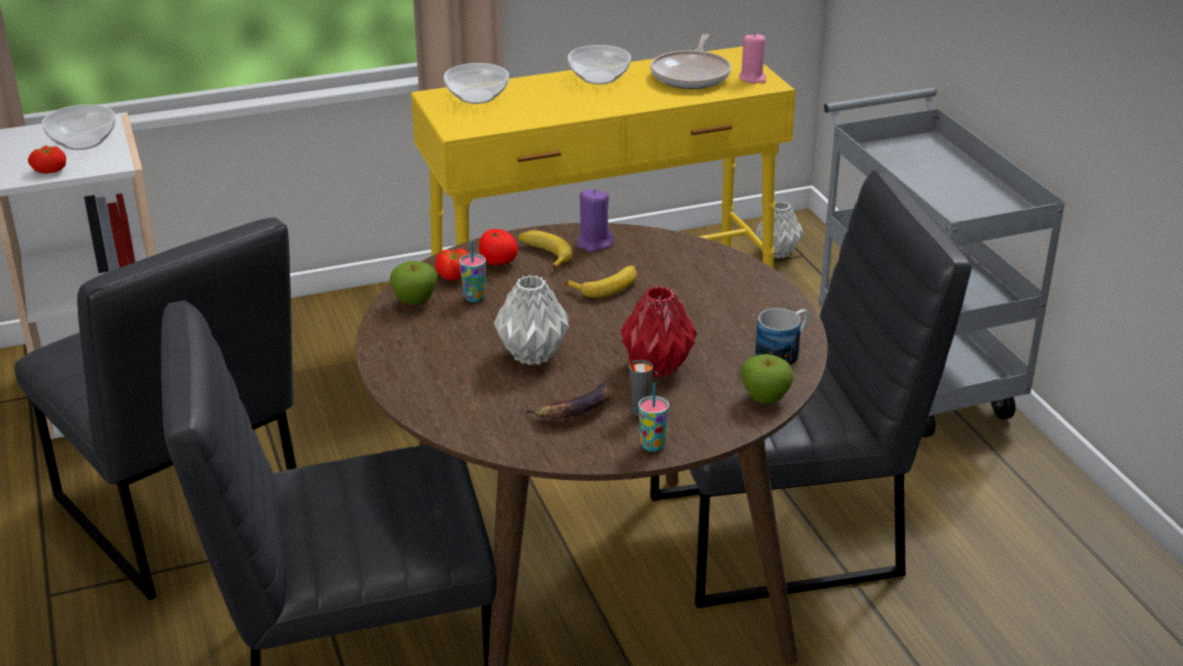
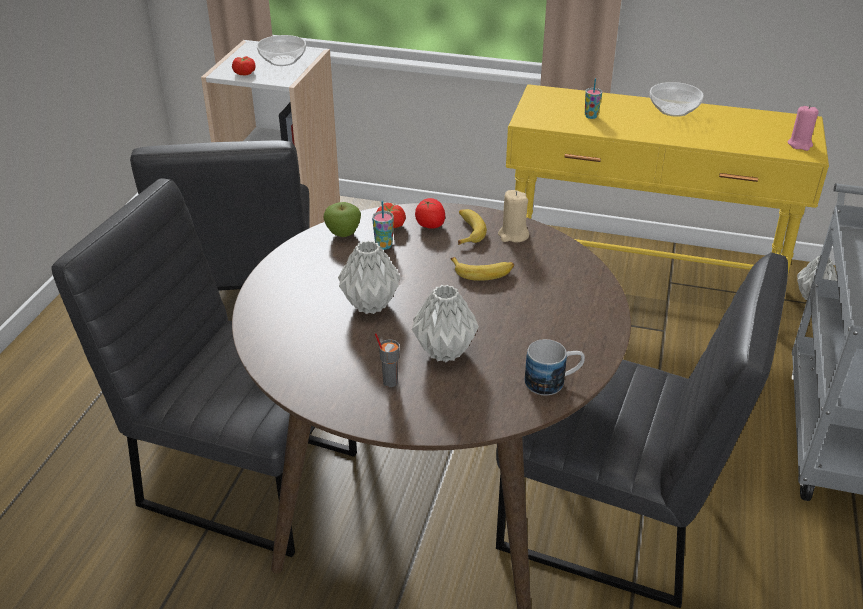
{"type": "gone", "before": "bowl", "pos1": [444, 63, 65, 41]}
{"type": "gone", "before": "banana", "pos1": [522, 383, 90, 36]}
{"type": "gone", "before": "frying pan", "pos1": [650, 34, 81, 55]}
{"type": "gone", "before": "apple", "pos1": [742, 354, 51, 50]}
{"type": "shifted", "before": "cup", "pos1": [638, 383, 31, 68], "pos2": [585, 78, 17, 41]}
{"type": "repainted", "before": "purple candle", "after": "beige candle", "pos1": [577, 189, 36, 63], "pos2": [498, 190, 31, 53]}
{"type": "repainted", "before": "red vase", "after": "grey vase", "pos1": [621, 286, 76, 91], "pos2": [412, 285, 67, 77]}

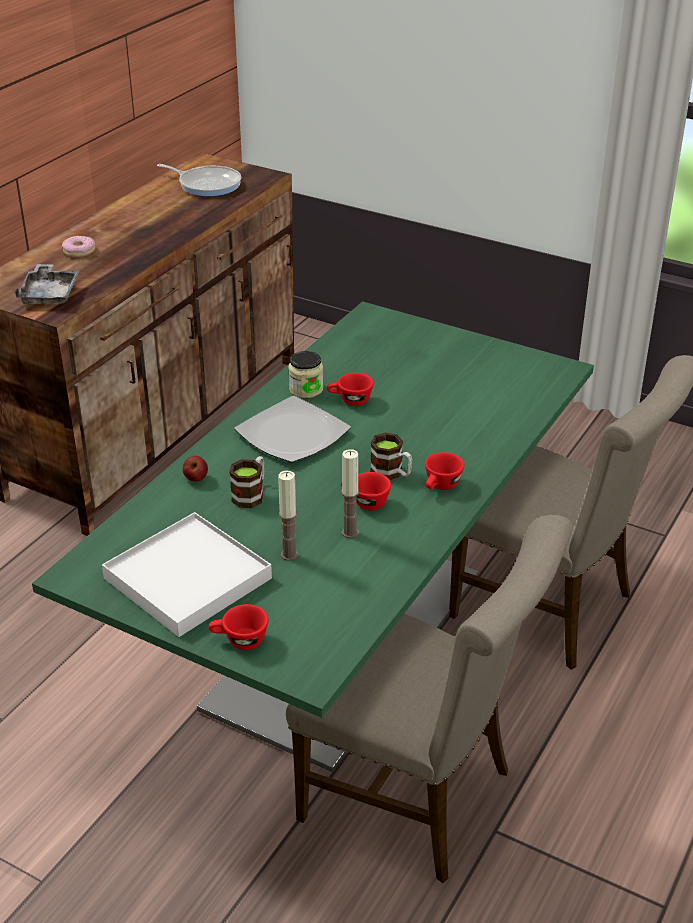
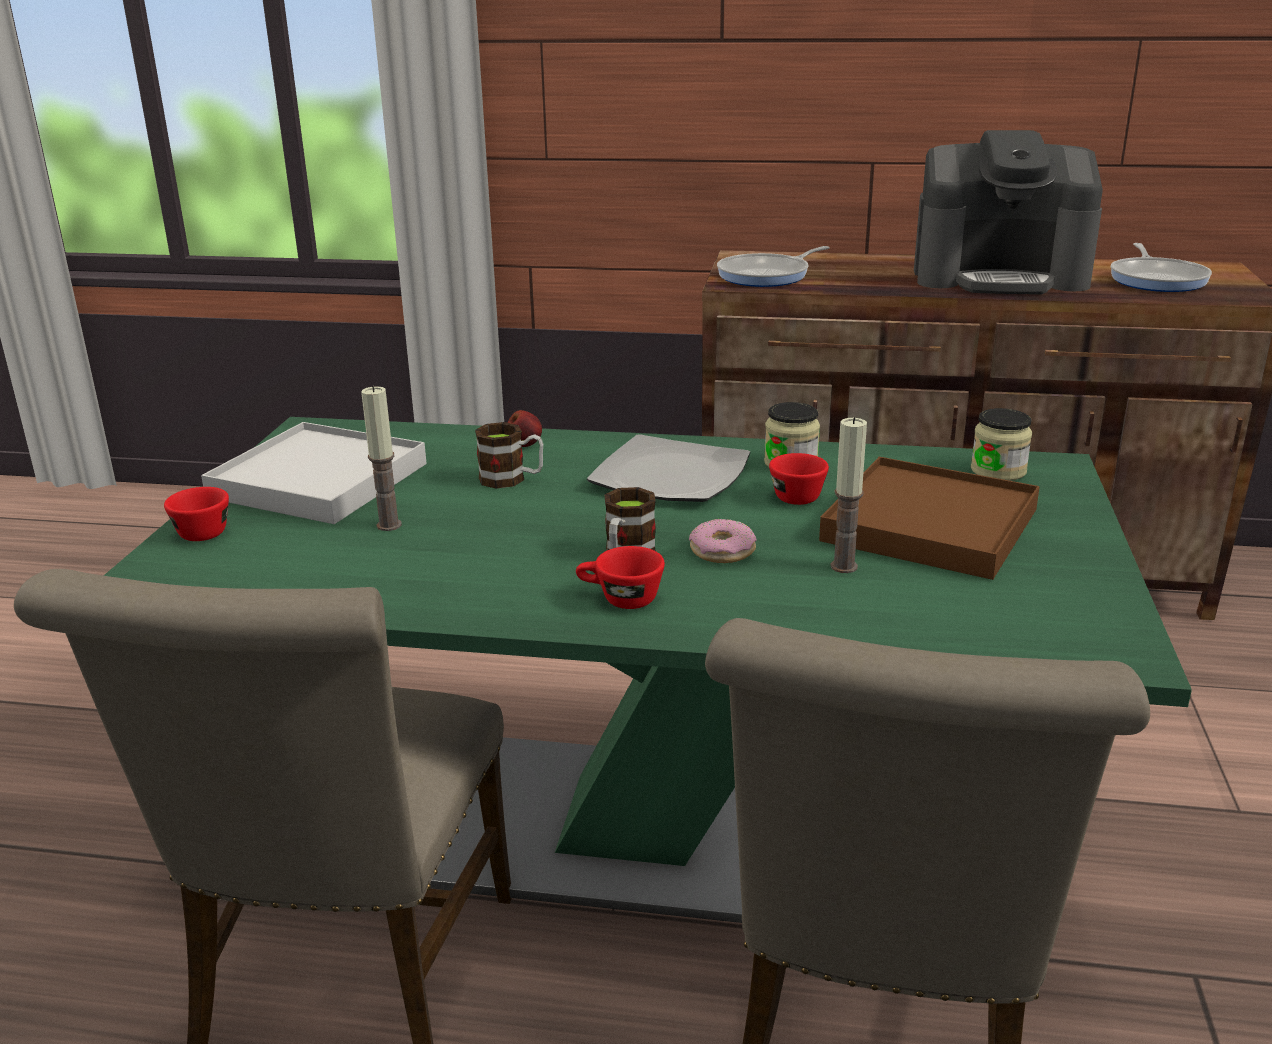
{"type": "gone", "before": "red cup", "pos1": [341, 472, 50, 39]}
{"type": "new", "after": "brown tray", "pos2": [819, 457, 221, 123]}
{"type": "new", "after": "coffee machine", "pos2": [914, 130, 189, 164]}
{"type": "new", "after": "jar", "pos2": [971, 408, 61, 73]}
{"type": "shifted", "before": "donut", "pos1": [62, 236, 33, 21], "pos2": [689, 519, 68, 44]}
{"type": "shifted", "before": "candle", "pos1": [341, 449, 18, 89], "pos2": [831, 417, 36, 156]}
{"type": "swapped", "before": "grey tray", "after": "frying pan", "pos1": [15, 264, 64, 42], "pos2": [717, 246, 113, 41]}

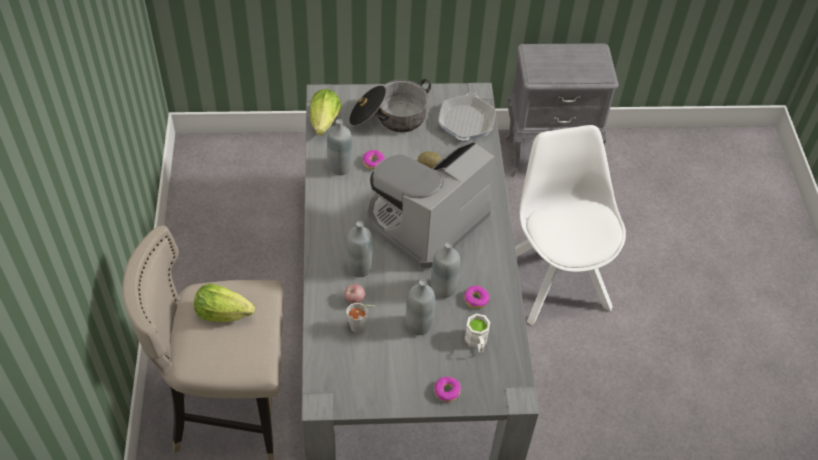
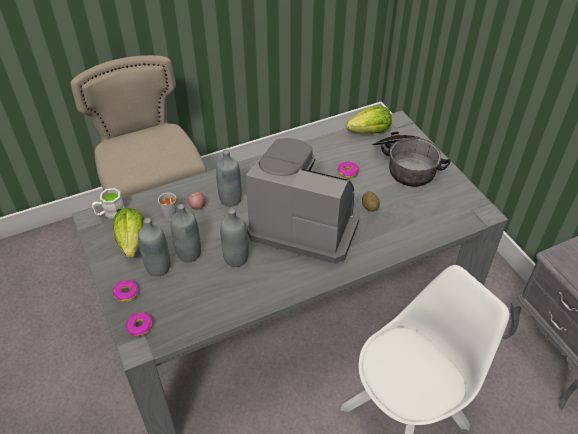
{"type": "gone", "before": "frying pan", "pos1": [438, 92, 58, 49]}
{"type": "shifted", "before": "lettuce", "pos1": [194, 283, 61, 39], "pos2": [113, 208, 32, 50]}
{"type": "shifted", "before": "grey bottle", "pos1": [327, 119, 26, 56], "pos2": [138, 218, 32, 58]}
{"type": "shifted", "before": "donut", "pos1": [464, 286, 26, 23], "pos2": [126, 313, 26, 24]}
{"type": "shifted", "before": "white mug", "pos1": [464, 313, 26, 40], "pos2": [92, 188, 33, 31]}

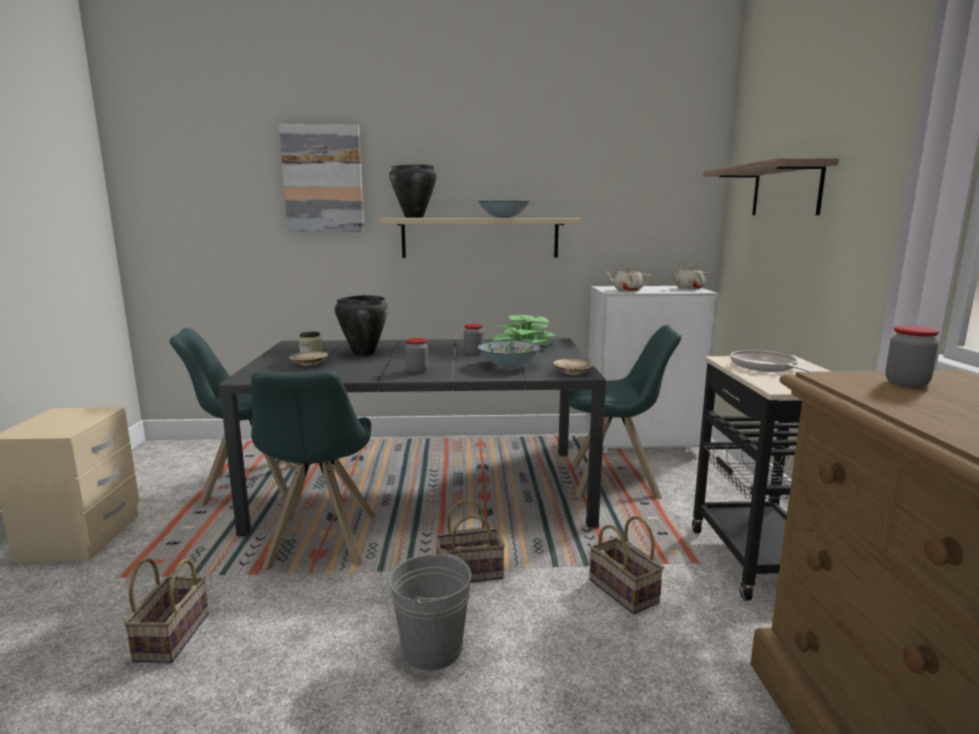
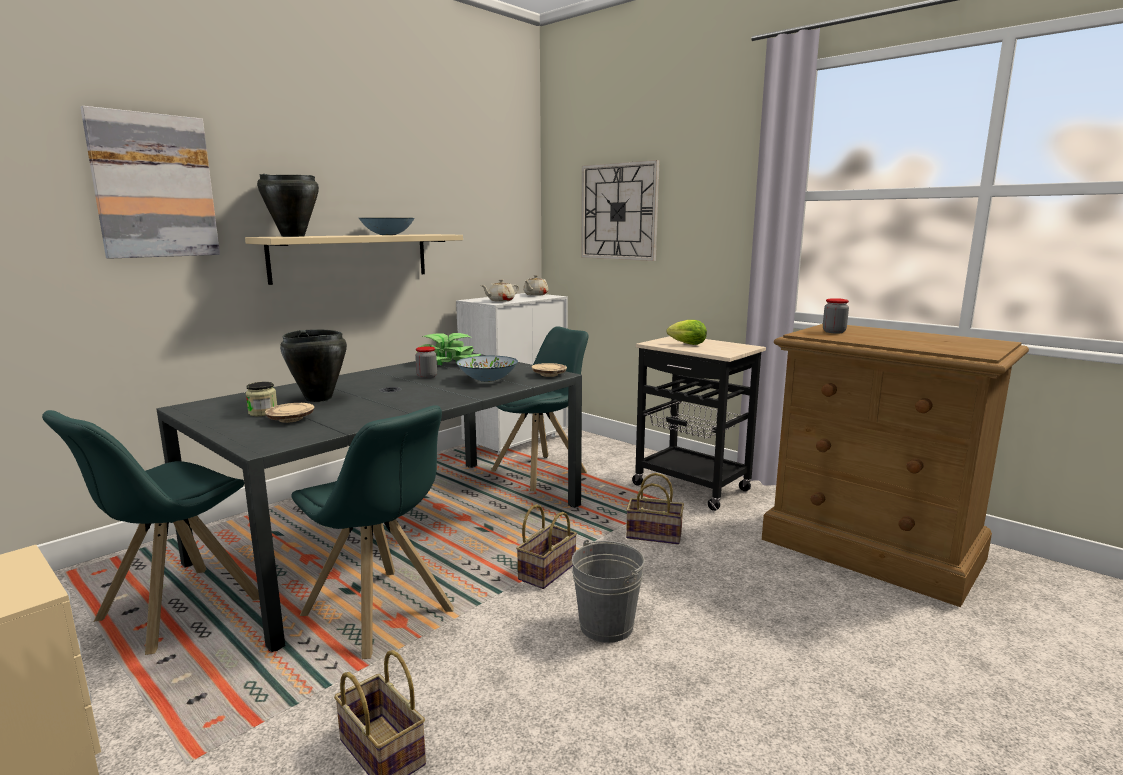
{"type": "gone", "before": "jar", "pos1": [405, 338, 23, 35]}
{"type": "swapped", "before": "shelf", "after": "wall clock", "pos1": [703, 158, 136, 57], "pos2": [581, 160, 79, 101]}
{"type": "swapped", "before": "frying pan", "after": "lettuce", "pos1": [730, 350, 87, 22], "pos2": [667, 320, 40, 25]}

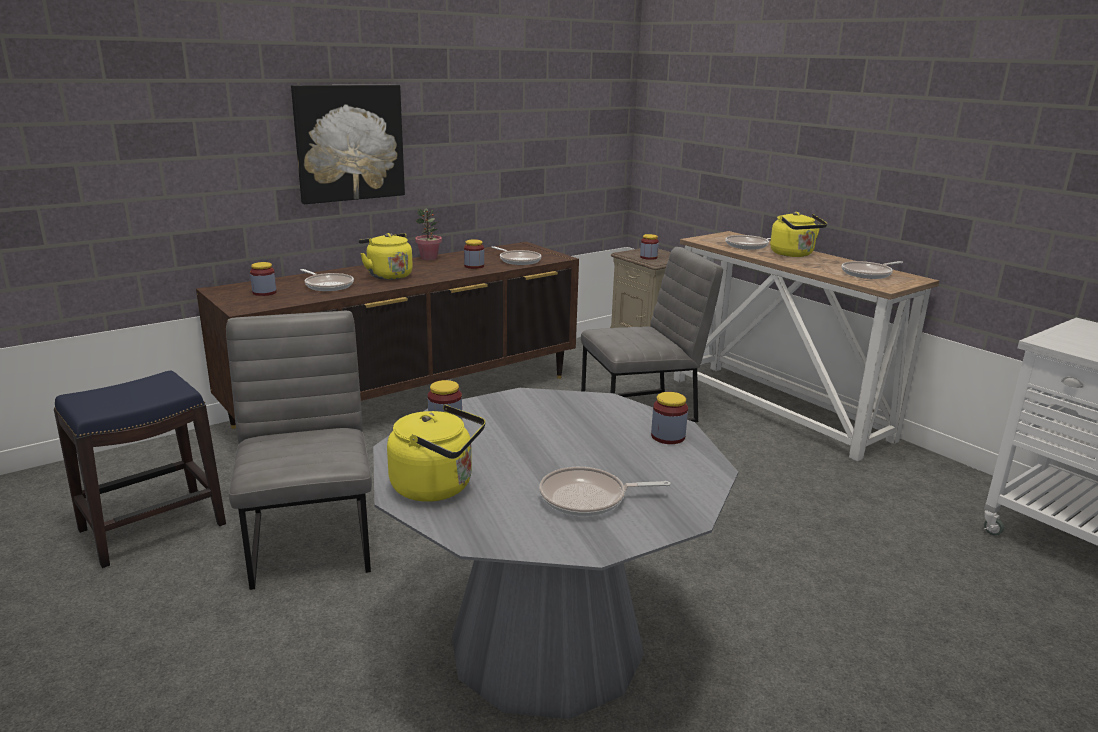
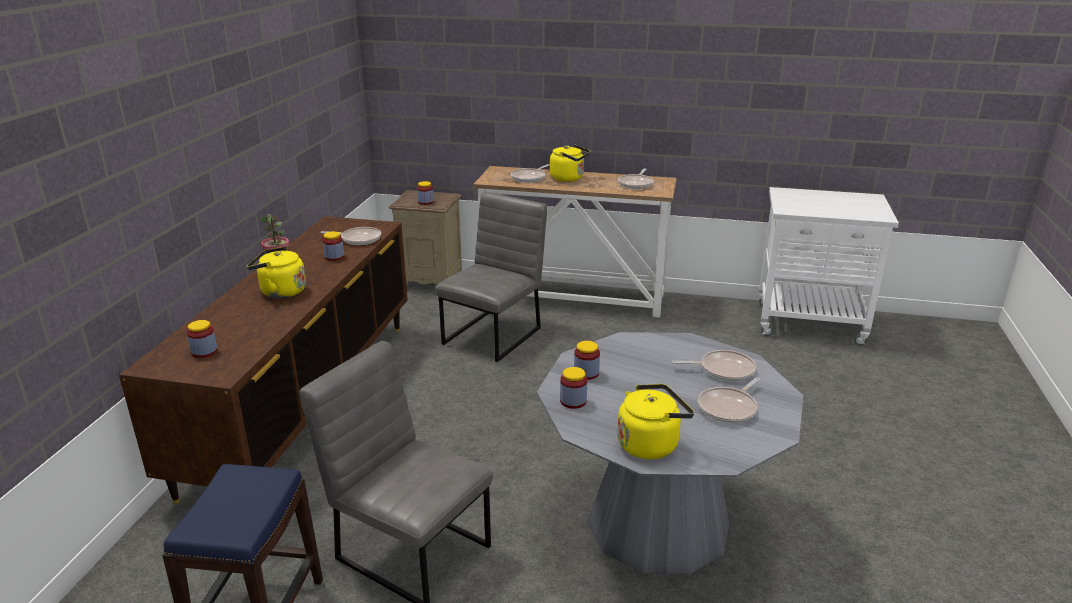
{"type": "gone", "before": "picture", "pos1": [291, 85, 114, 119]}
{"type": "shifted", "before": "frying pan", "pos1": [300, 269, 54, 22], "pos2": [672, 350, 84, 31]}
{"type": "shifted", "before": "jar", "pos1": [651, 392, 37, 52], "pos2": [574, 341, 26, 39]}

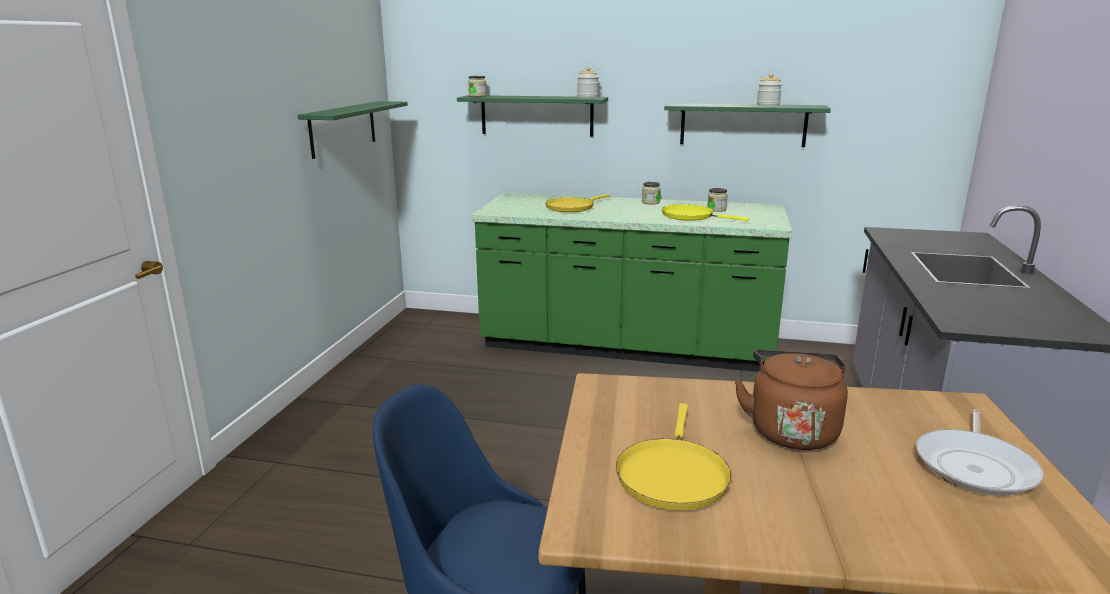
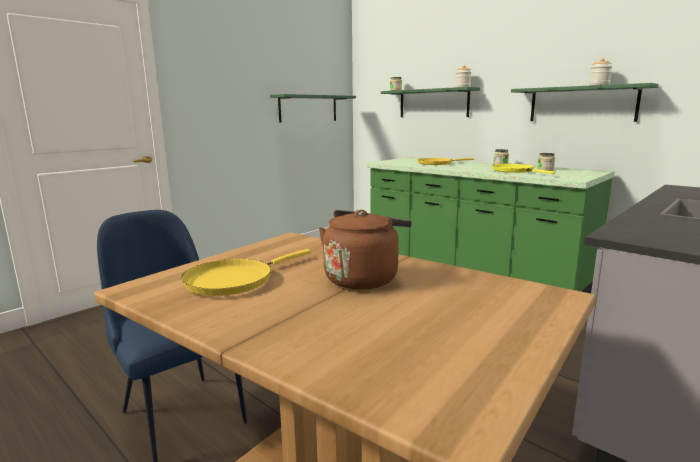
{"type": "gone", "before": "frying pan", "pos1": [916, 409, 128, 87]}

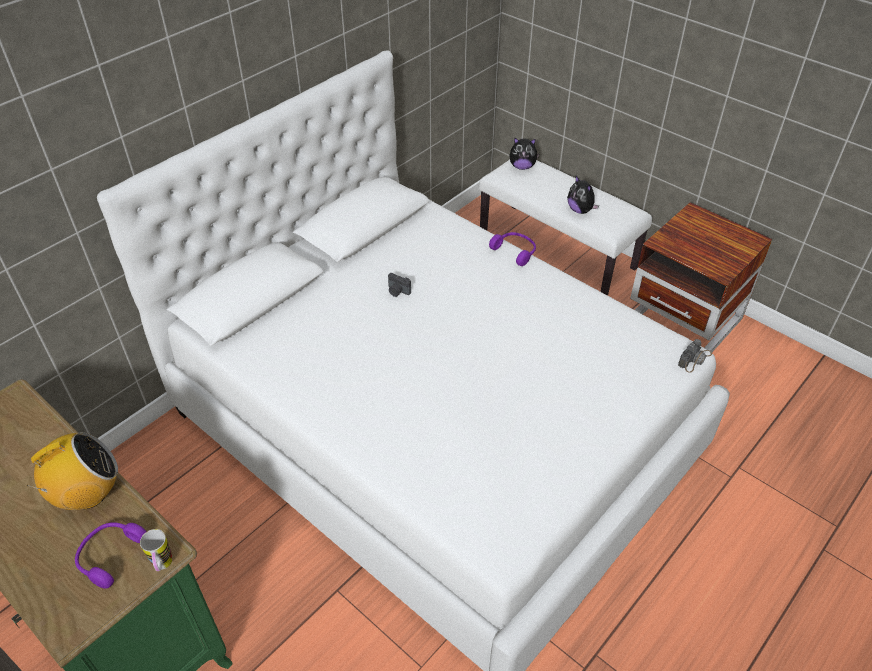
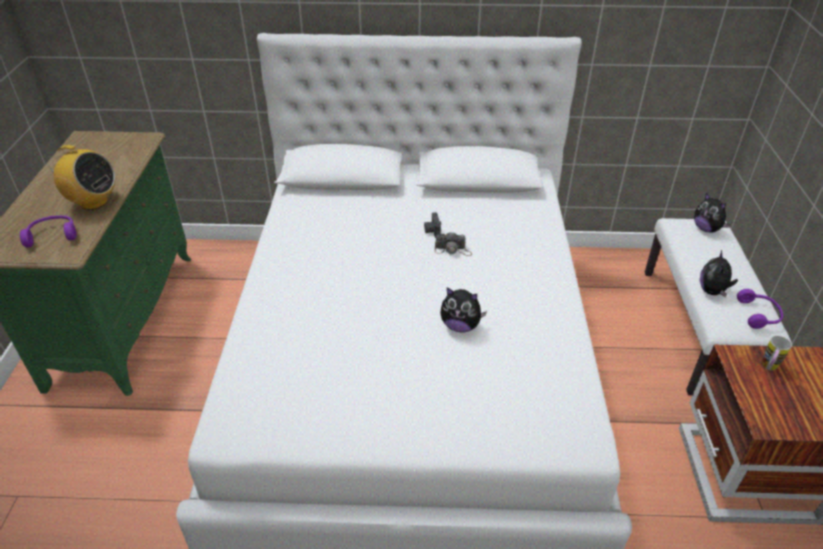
{"type": "new", "after": "plush toy", "pos2": [440, 287, 47, 46]}
{"type": "shifted", "before": "mug", "pos1": [140, 529, 32, 42], "pos2": [762, 336, 29, 34]}
{"type": "shifted", "before": "purple headphones", "pos1": [489, 232, 47, 34], "pos2": [737, 289, 46, 40]}
{"type": "shifted", "before": "photo camera", "pos1": [678, 339, 34, 34], "pos2": [435, 232, 37, 24]}

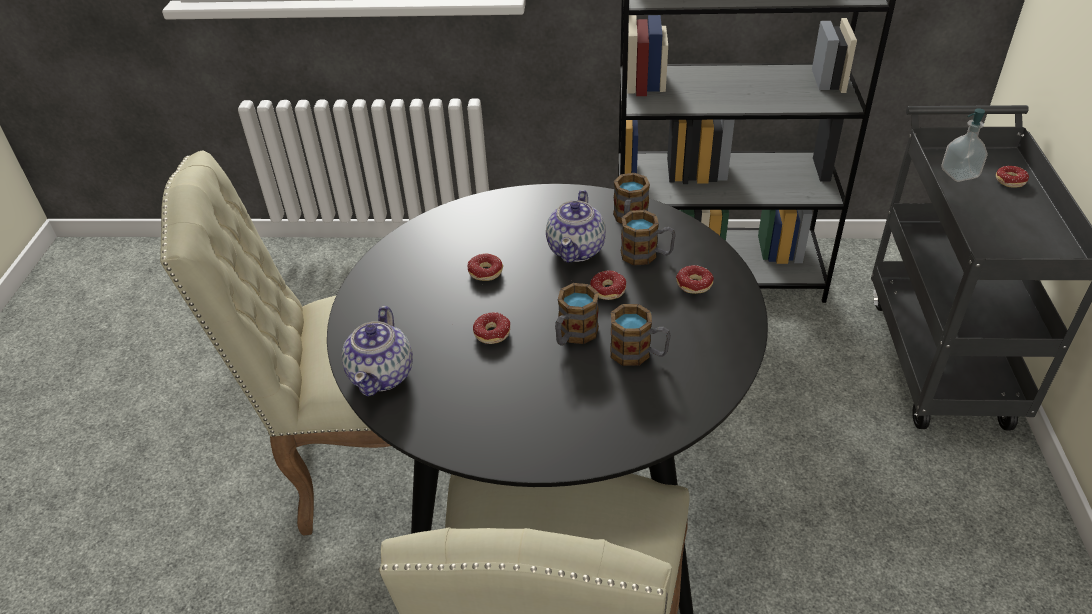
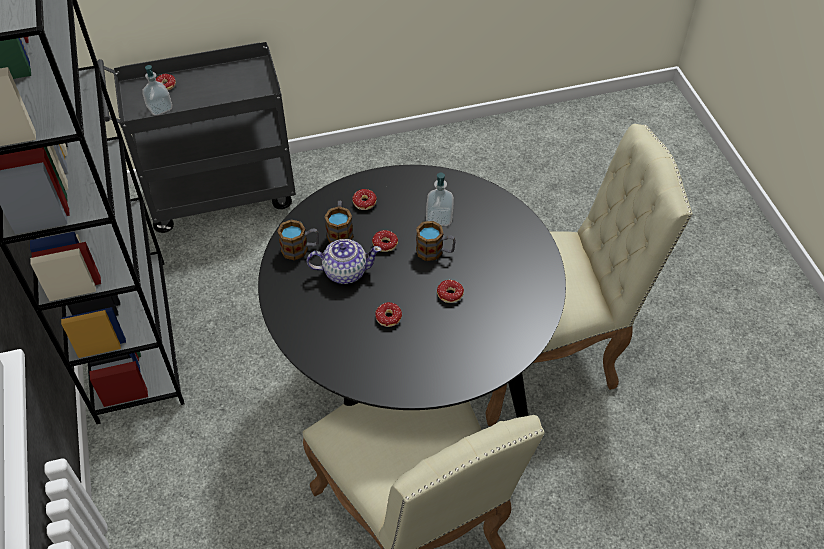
{"type": "gone", "before": "teapot", "pos1": [341, 306, 72, 90]}
{"type": "swapped", "before": "mug", "after": "soap dispenser", "pos1": [610, 304, 61, 62], "pos2": [426, 173, 28, 53]}

